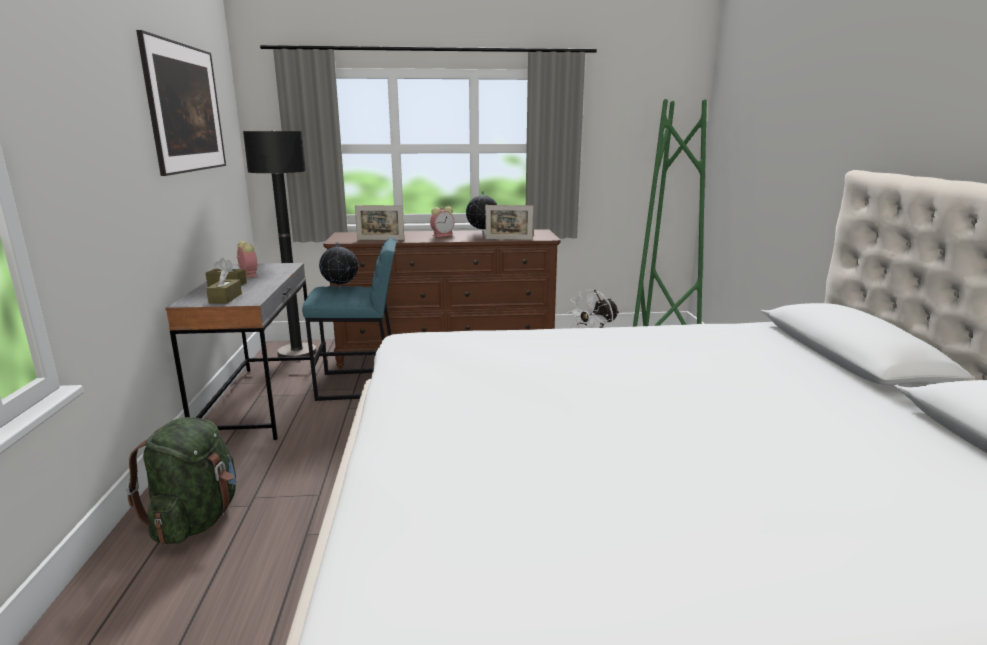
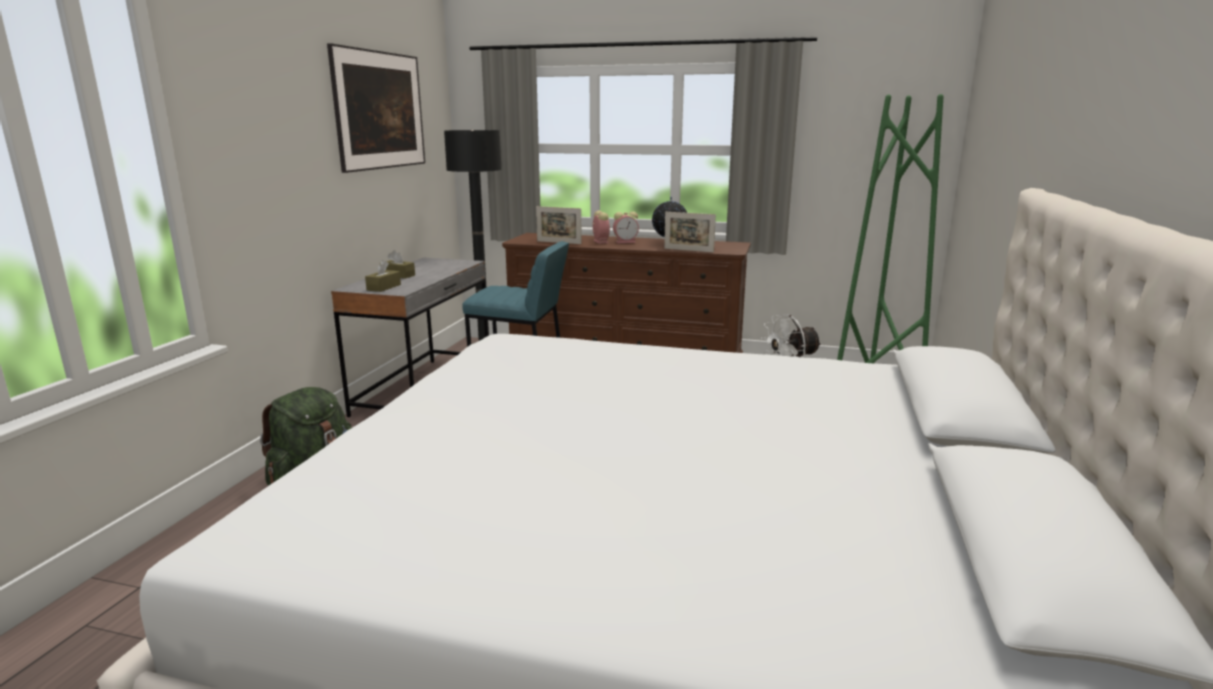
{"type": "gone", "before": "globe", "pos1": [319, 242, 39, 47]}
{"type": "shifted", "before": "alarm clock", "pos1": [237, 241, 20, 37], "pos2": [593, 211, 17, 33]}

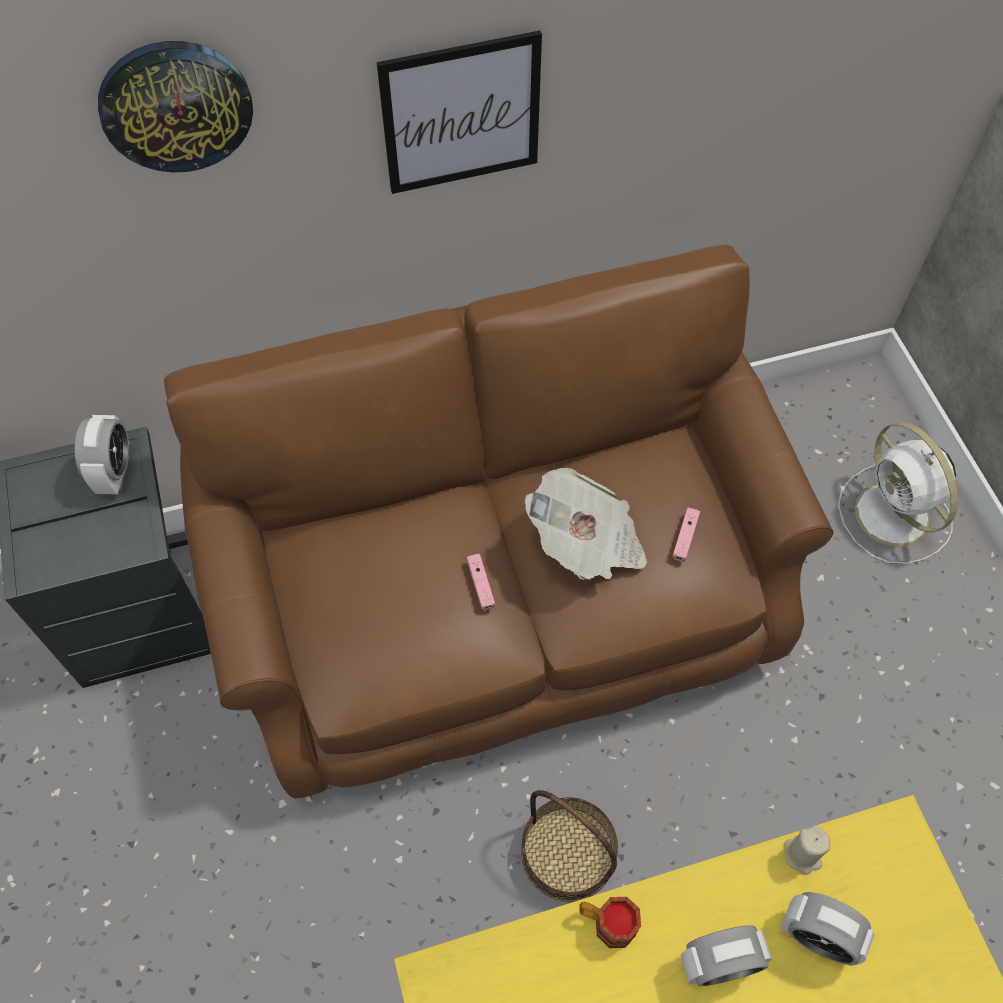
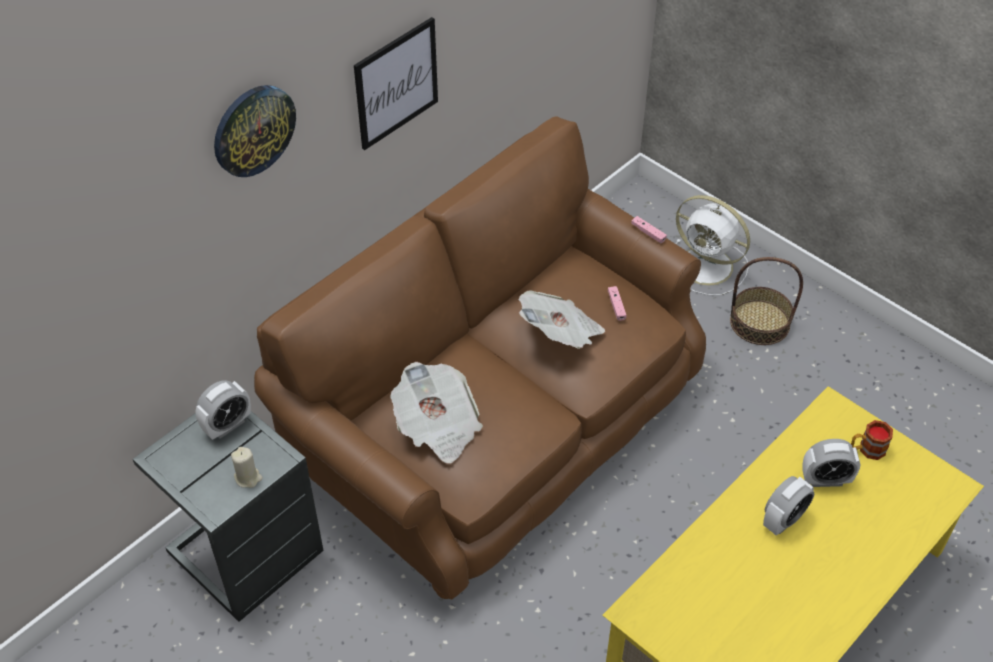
{"type": "new", "after": "newspaper", "pos2": [390, 362, 93, 101]}
{"type": "shifted", "before": "pink game controller", "pos1": [467, 554, 28, 56], "pos2": [631, 216, 36, 27]}
{"type": "shifted", "before": "basket", "pos1": [521, 790, 97, 112], "pos2": [730, 257, 73, 88]}
{"type": "shifted", "before": "mug", "pos1": [579, 897, 62, 51], "pos2": [851, 420, 42, 40]}
{"type": "shifted", "before": "beige candle", "pos1": [784, 825, 47, 50], "pos2": [231, 447, 32, 41]}
{"type": "rotated", "before": "alarm clock", "pos1": [75, 415, 54, 79], "pos2": [195, 380, 56, 60], "turn": 75}

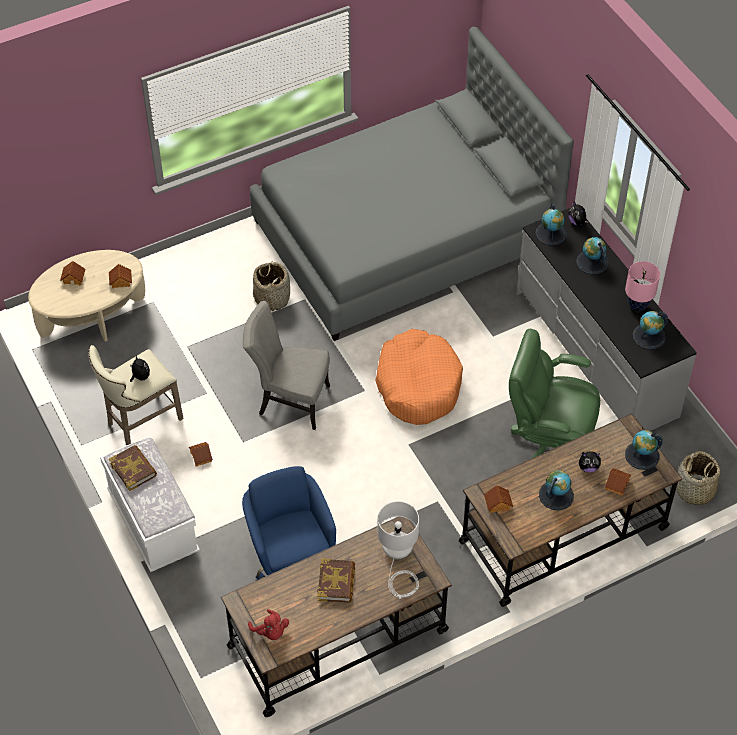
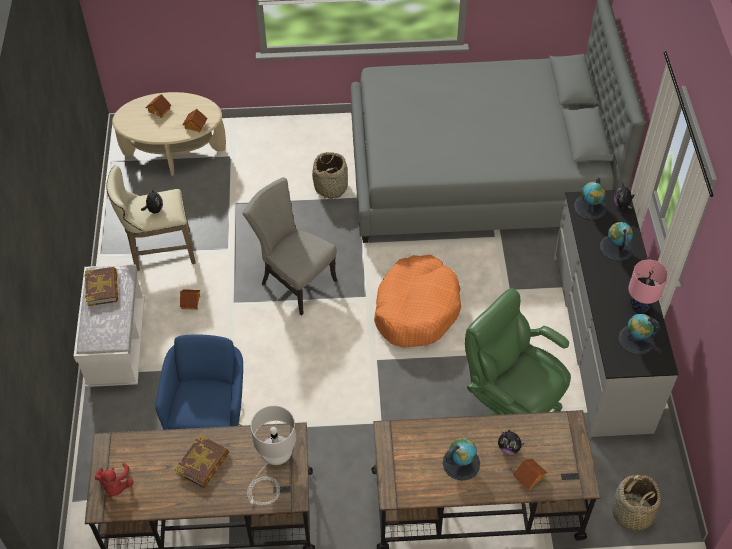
{"type": "gone", "before": "toy house", "pos1": [484, 485, 29, 28]}
{"type": "gone", "before": "globe", "pos1": [625, 430, 38, 40]}

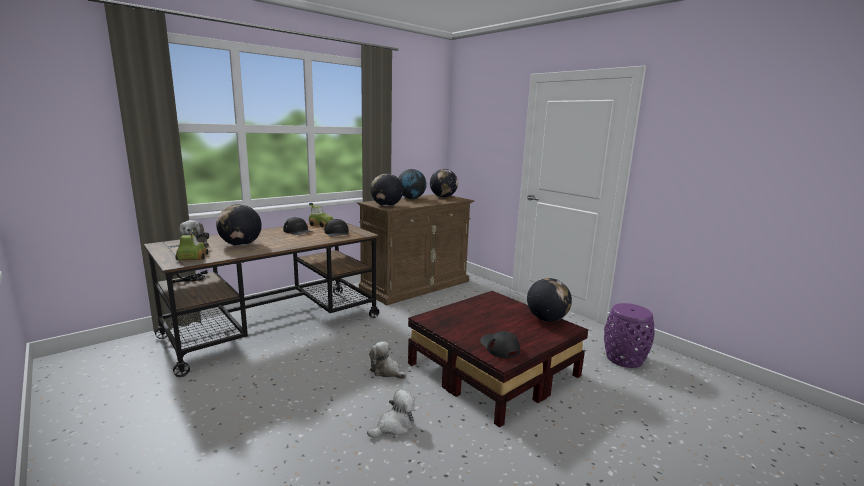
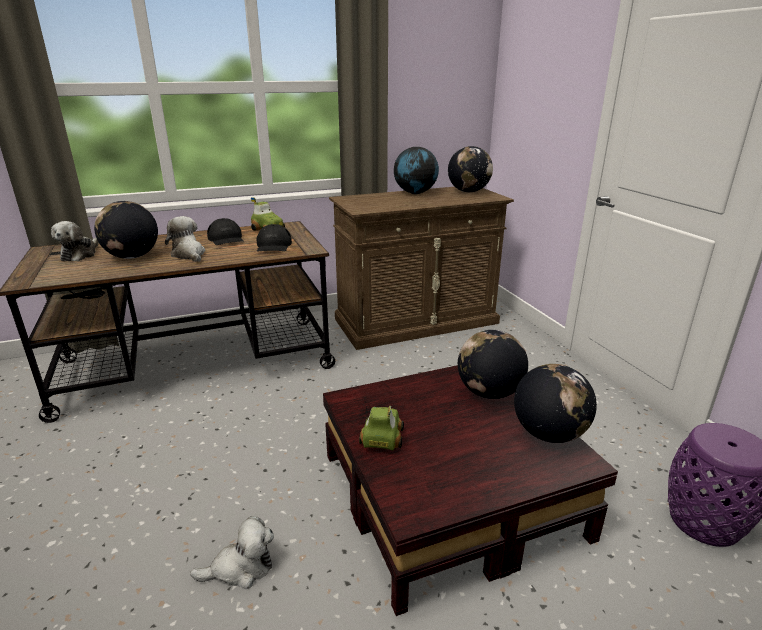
{"type": "gone", "before": "black cap", "pos1": [480, 331, 40, 28]}
{"type": "shifted", "before": "toy car", "pos1": [176, 231, 32, 29], "pos2": [359, 406, 45, 45]}
{"type": "shifted", "before": "plush toy", "pos1": [369, 341, 38, 38], "pos2": [165, 216, 41, 46]}
{"type": "shifted", "before": "globe", "pos1": [371, 173, 32, 33], "pos2": [458, 330, 70, 69]}

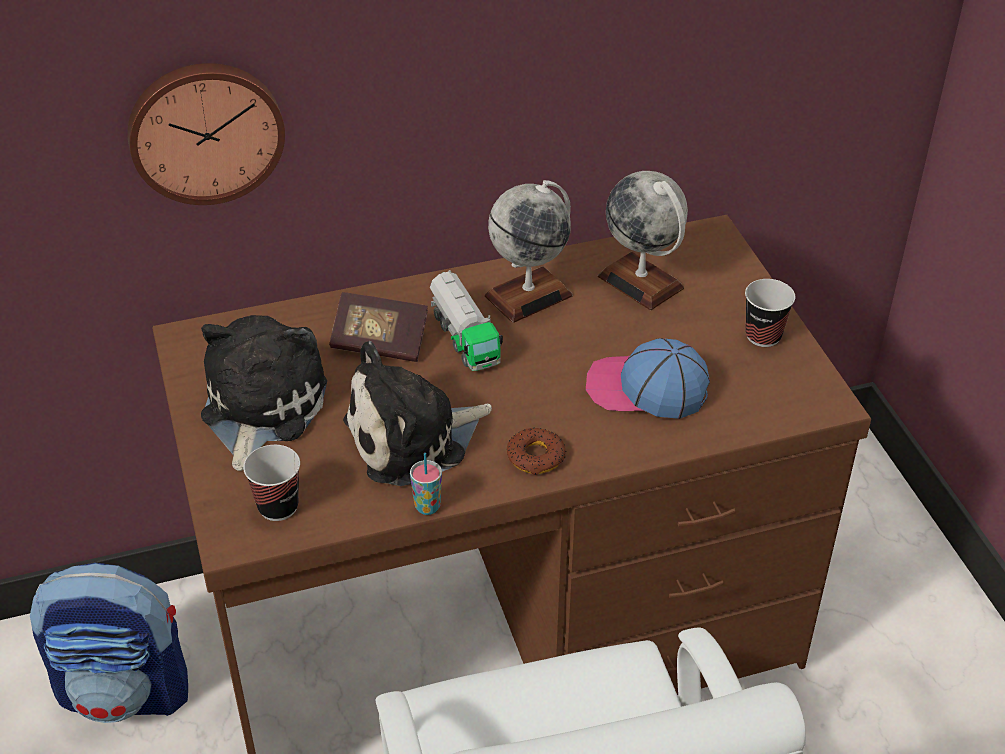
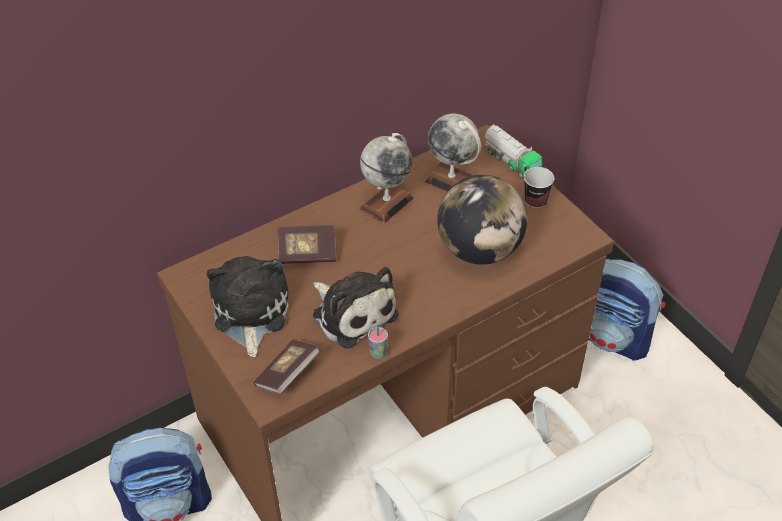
{"type": "gone", "before": "wall clock", "pos1": [127, 63, 158, 142]}
{"type": "gone", "before": "donut", "pos1": [507, 428, 59, 47]}
{"type": "new", "after": "backpack", "pos2": [589, 259, 76, 102]}
{"type": "shifted", "before": "toy truck", "pos1": [430, 270, 73, 101], "pos2": [484, 124, 59, 55]}
{"type": "swapped", "before": "cup", "after": "book", "pos1": [243, 445, 57, 76], "pos2": [254, 339, 66, 55]}
{"type": "swapped", "before": "cap", "after": "globe", "pos1": [586, 338, 124, 81], "pos2": [437, 175, 90, 90]}
{"type": "rotated", "before": "plush toy", "pos1": [343, 341, 149, 145], "pos2": [313, 267, 86, 82], "turn": -90}

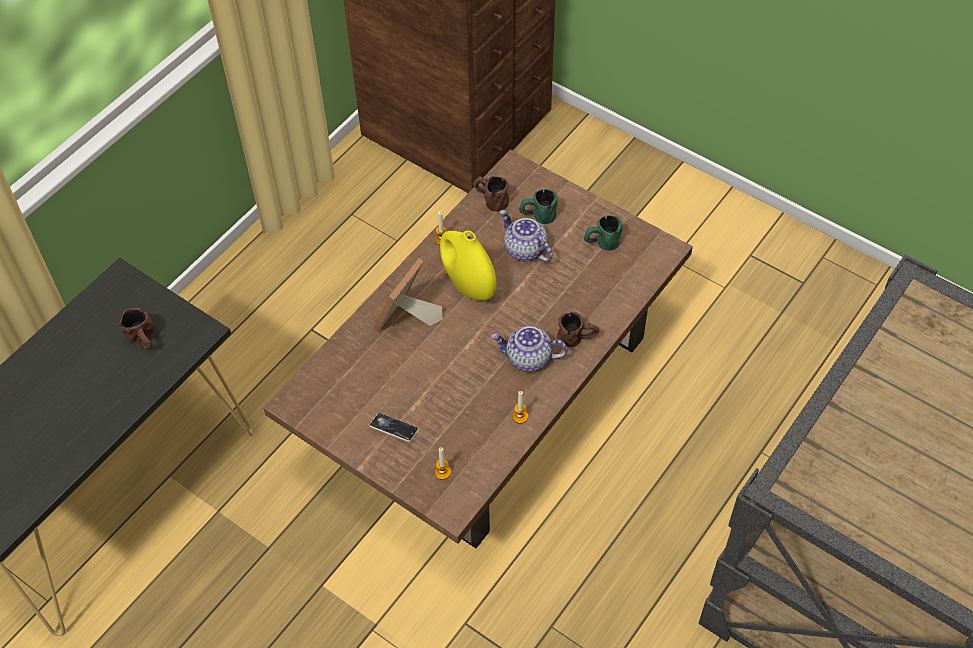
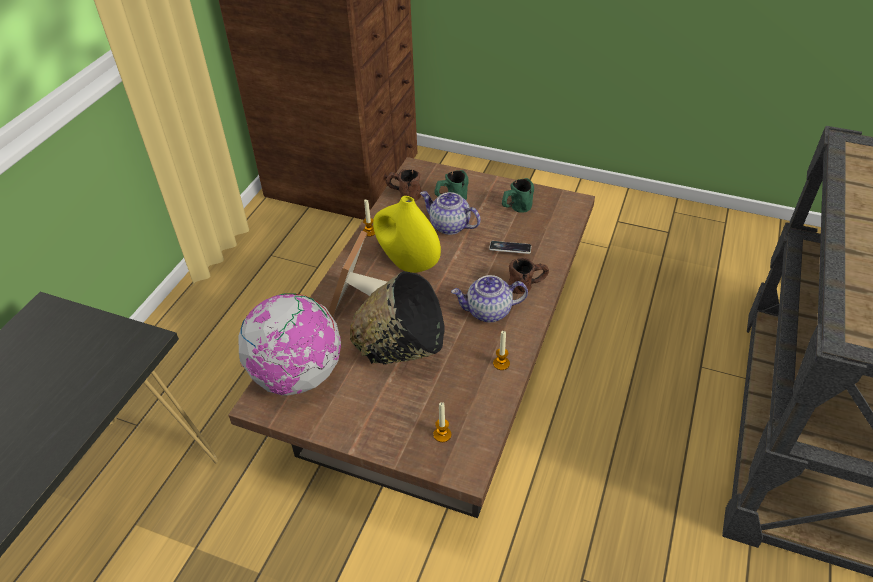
{"type": "gone", "before": "brown mug", "pos1": [119, 308, 35, 41]}
{"type": "new", "after": "globe", "pos2": [239, 293, 102, 103]}
{"type": "new", "after": "black bowl", "pos2": [350, 271, 95, 93]}
{"type": "shifted", "before": "phone", "pos1": [369, 413, 50, 29], "pos2": [489, 241, 42, 13]}

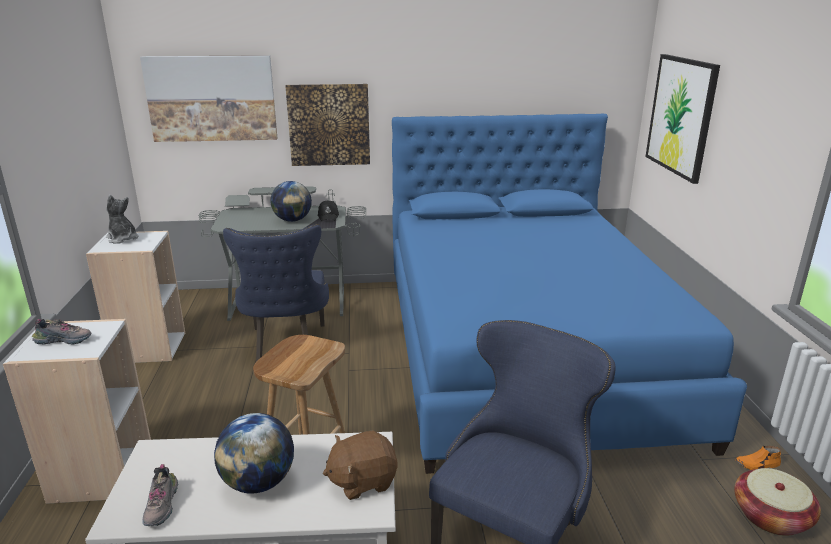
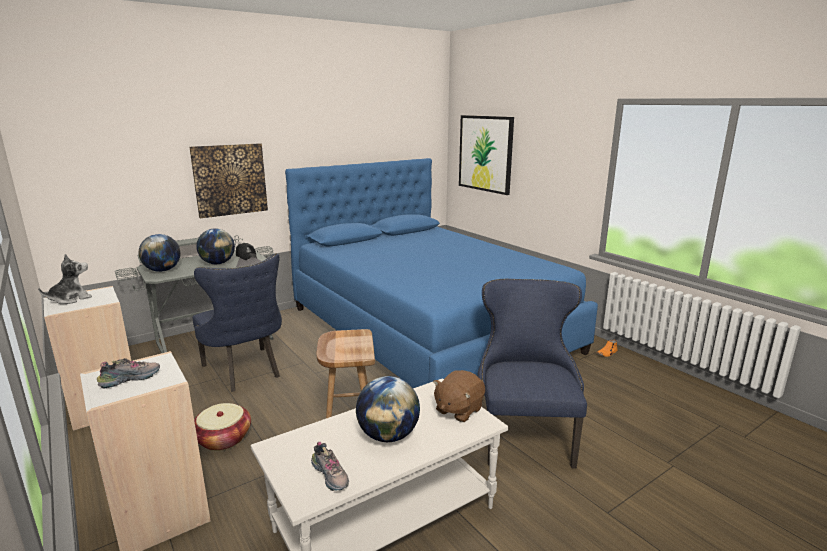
{"type": "gone", "before": "picture", "pos1": [140, 55, 137, 87]}
{"type": "new", "after": "globe", "pos2": [139, 234, 41, 38]}
{"type": "shifted", "before": "basket", "pos1": [734, 468, 87, 68], "pos2": [194, 403, 57, 48]}
{"type": "rotated", "before": "plush toy", "pos1": [106, 195, 33, 49], "pos2": [38, 254, 54, 50], "turn": 120}

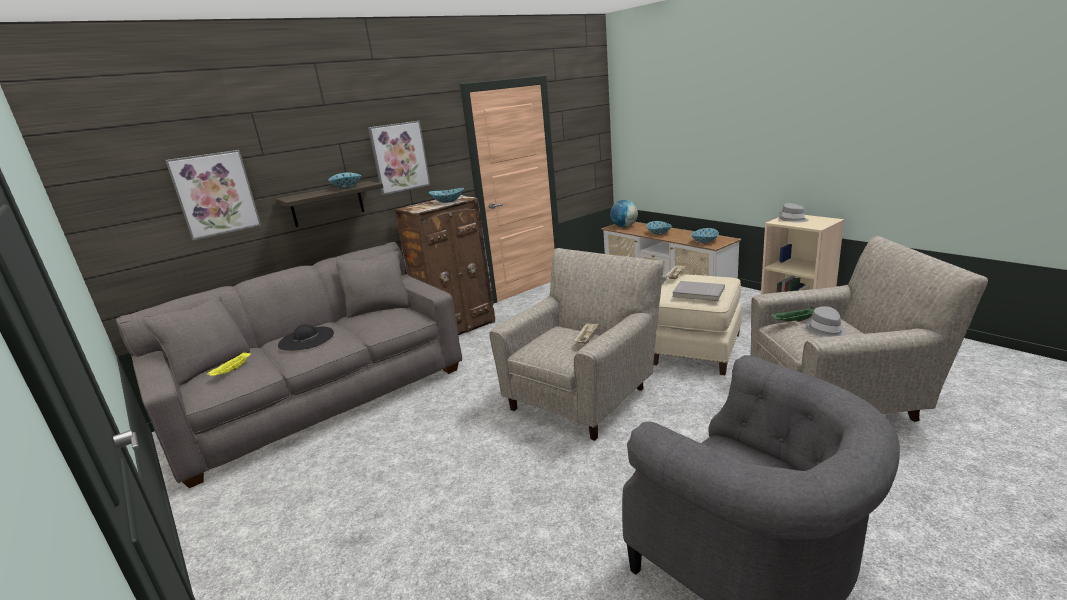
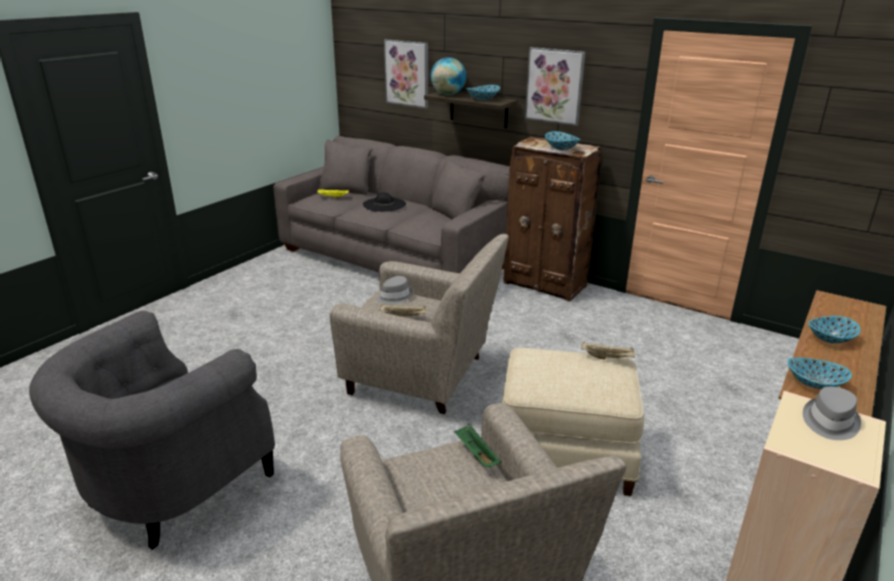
{"type": "gone", "before": "grey book", "pos1": [673, 281, 52, 20]}
{"type": "shifted", "before": "globe", "pos1": [610, 200, 28, 27], "pos2": [430, 57, 36, 38]}
{"type": "shifted", "before": "grey hat", "pos1": [806, 306, 40, 31], "pos2": [376, 276, 37, 28]}

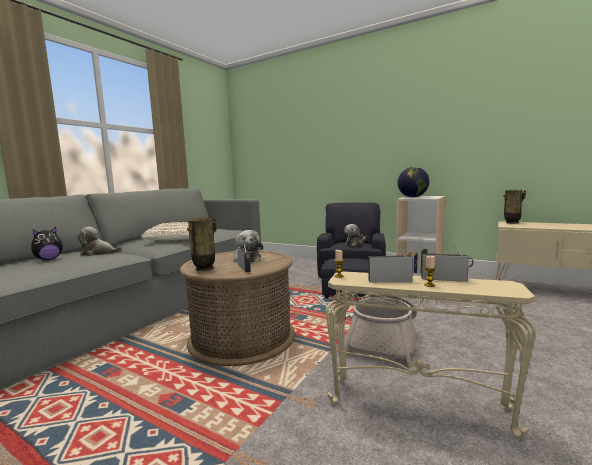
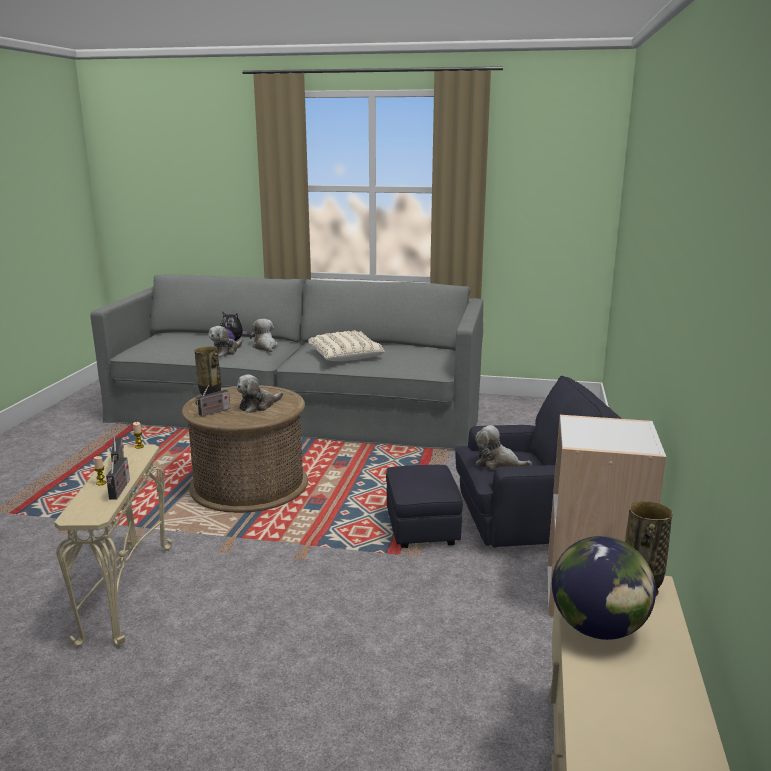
{"type": "gone", "before": "basket", "pos1": [345, 294, 73, 74]}
{"type": "new", "after": "plush toy", "pos2": [208, 326, 34, 31]}
{"type": "shifted", "before": "globe", "pos1": [398, 167, 31, 30], "pos2": [552, 536, 104, 104]}

